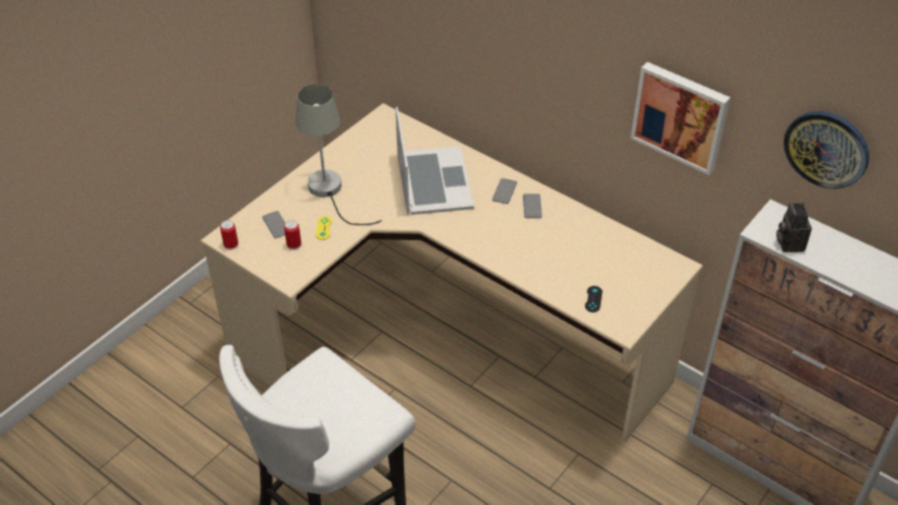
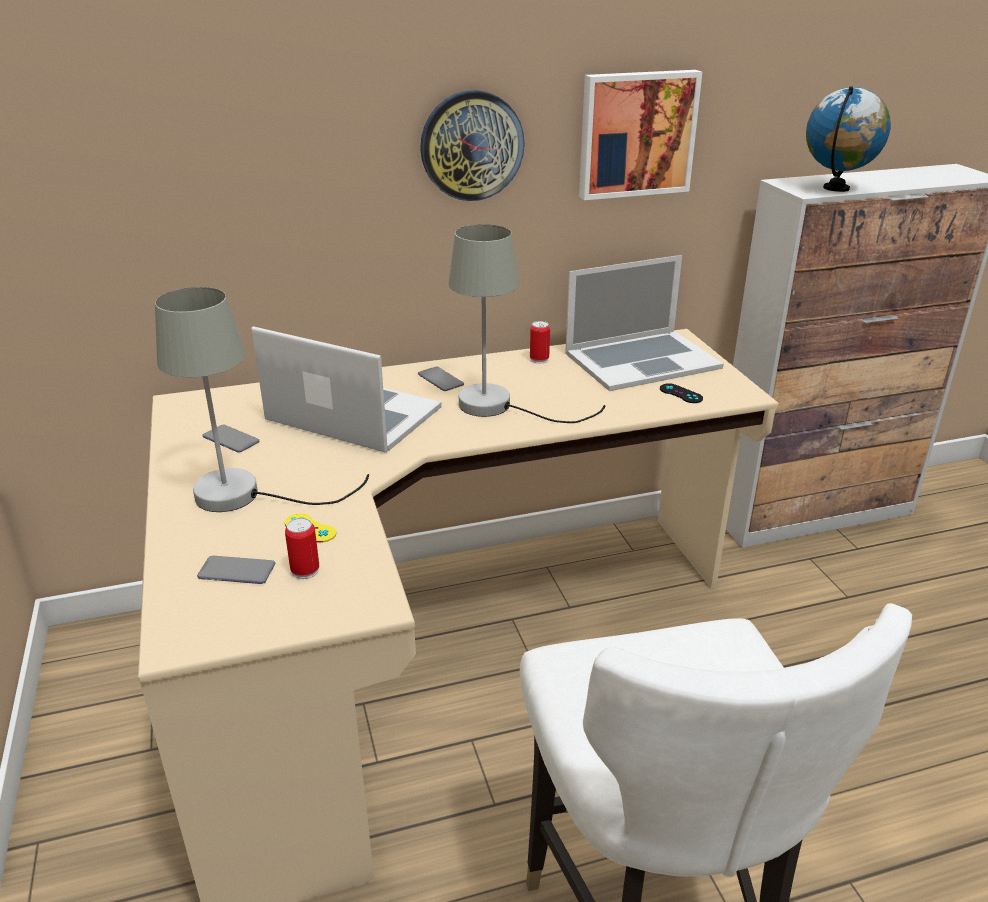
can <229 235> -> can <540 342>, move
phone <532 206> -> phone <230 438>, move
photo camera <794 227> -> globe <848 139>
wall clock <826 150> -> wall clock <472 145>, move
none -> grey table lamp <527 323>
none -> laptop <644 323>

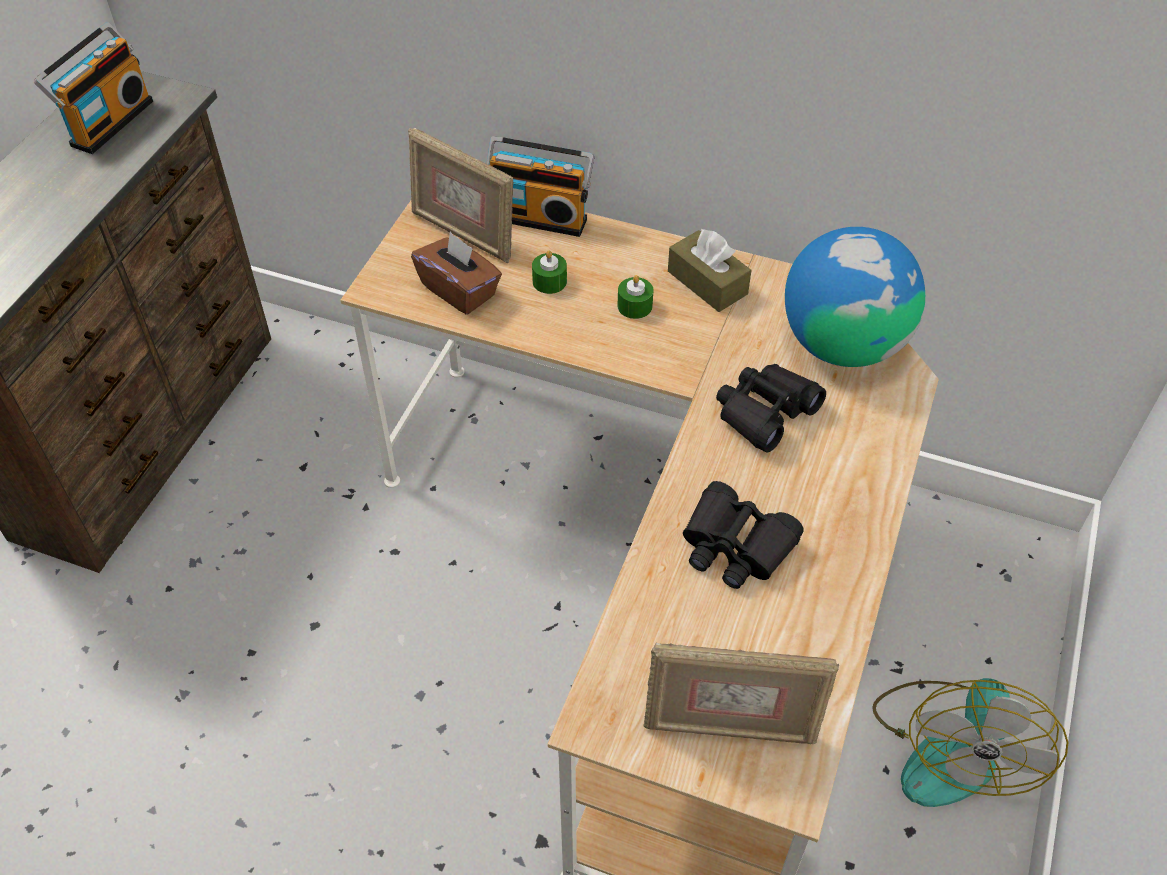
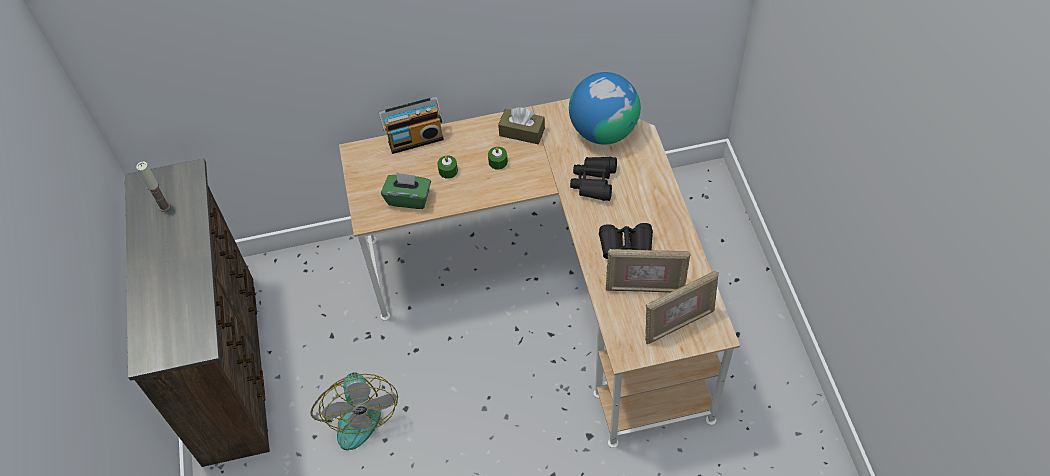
radio <93 88> -> candle <153 186>
picture frame <460 195> -> picture frame <647 271>, move
brown tissue box <456 273> -> green tissue box <406 190>
fan <970 742> -> fan <354 411>, move

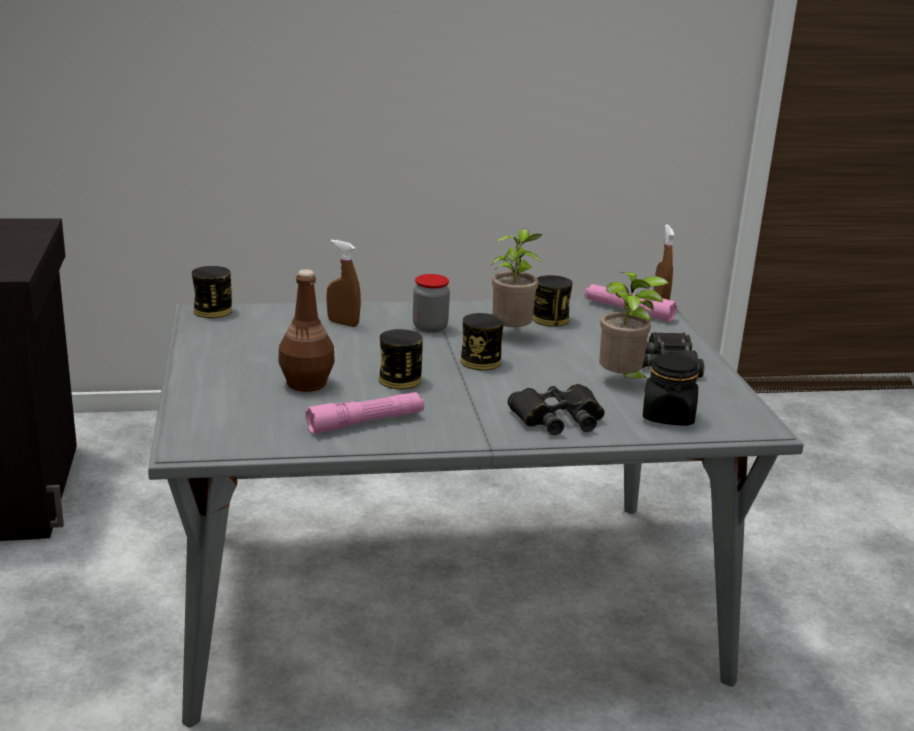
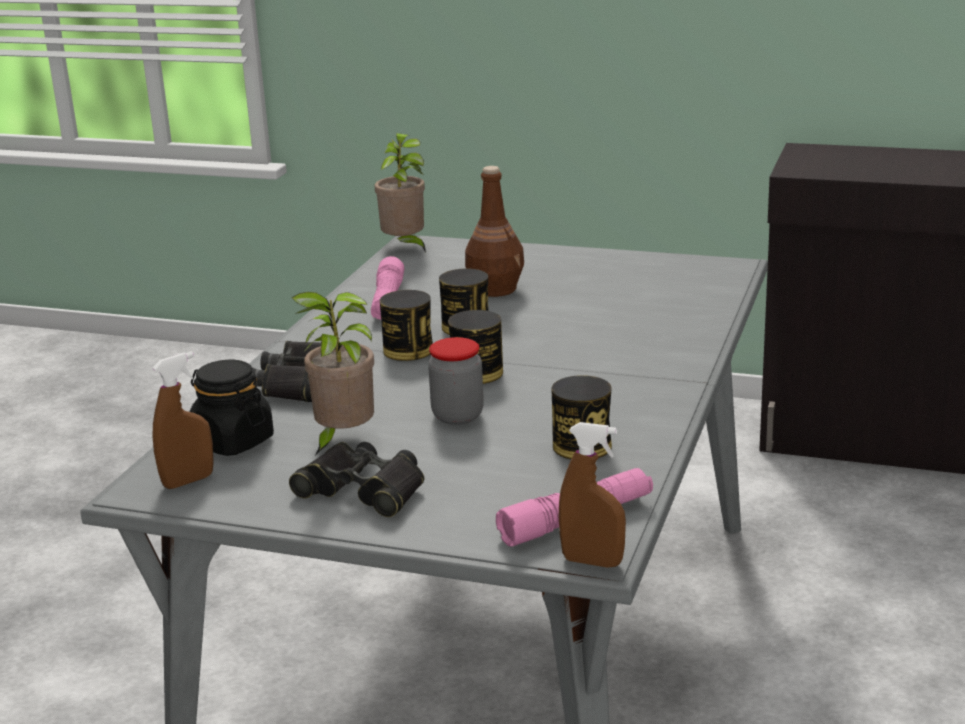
can <212 292> -> can <406 325>, move
brown spray bottle <344 283> -> brown spray bottle <183 420>, move
jar <431 303> -> jar <456 381>, move
potted plant <517 278> -> potted plant <400 193>, move

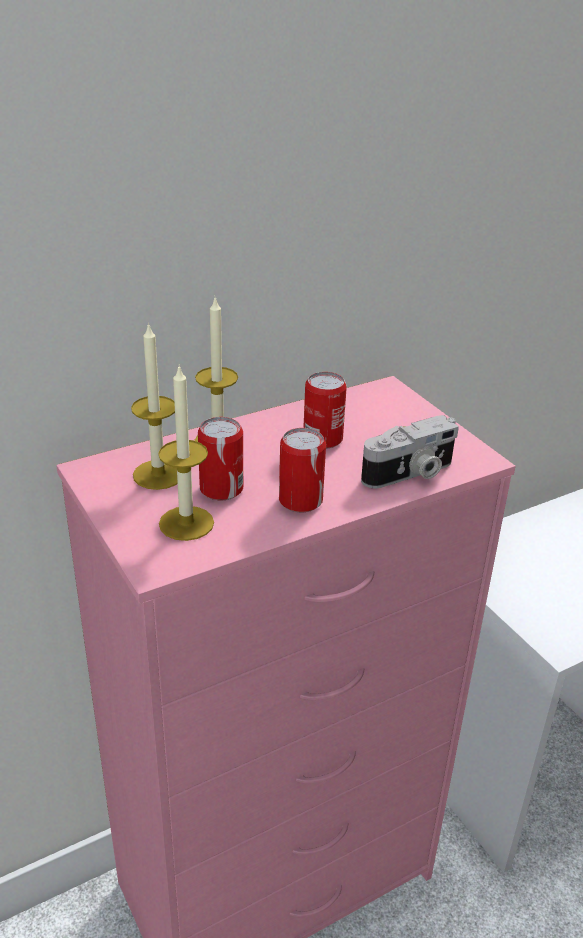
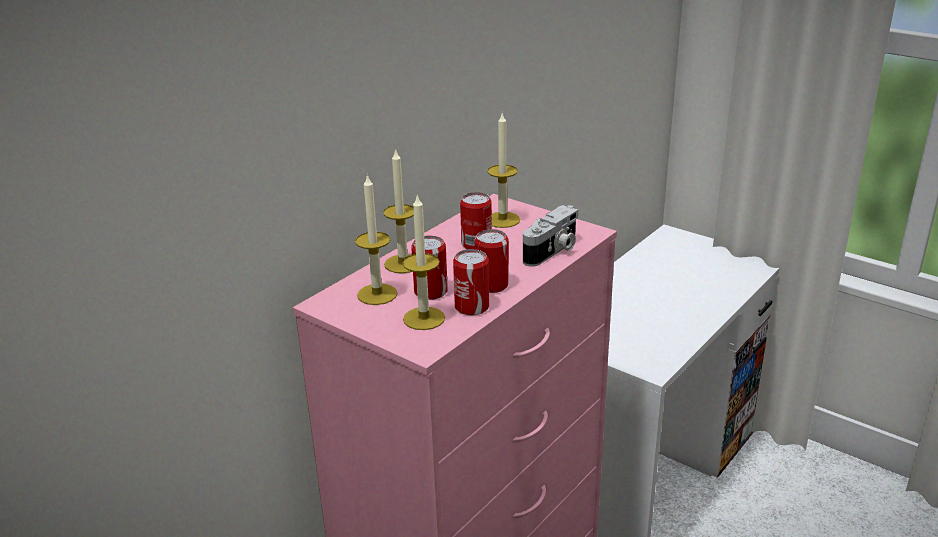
none -> can <471 282>
none -> candle <503 170>

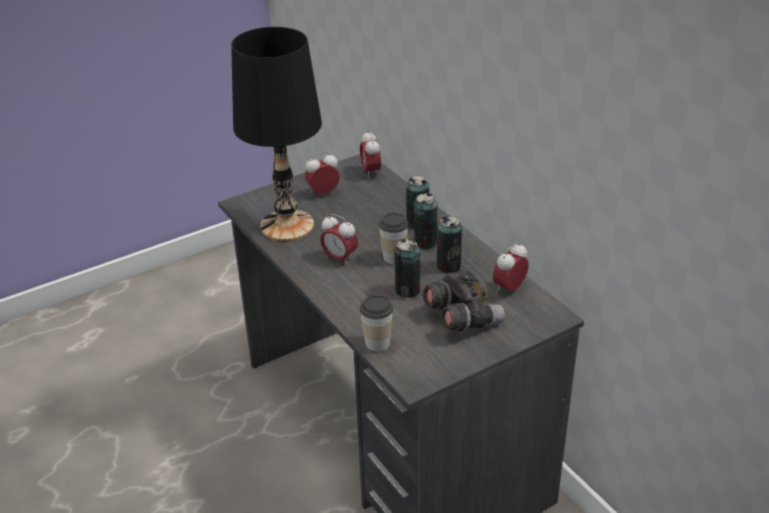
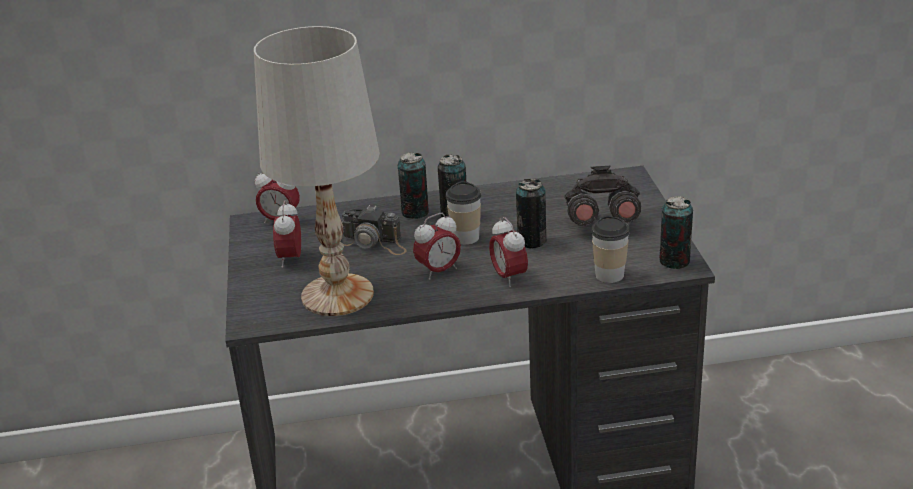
black table lamp <276 134> -> white table lamp <317 171>
can <449 244> -> can <676 232>, move
alarm clock <511 267> -> alarm clock <508 252>, move
none -> photo camera <374 230>

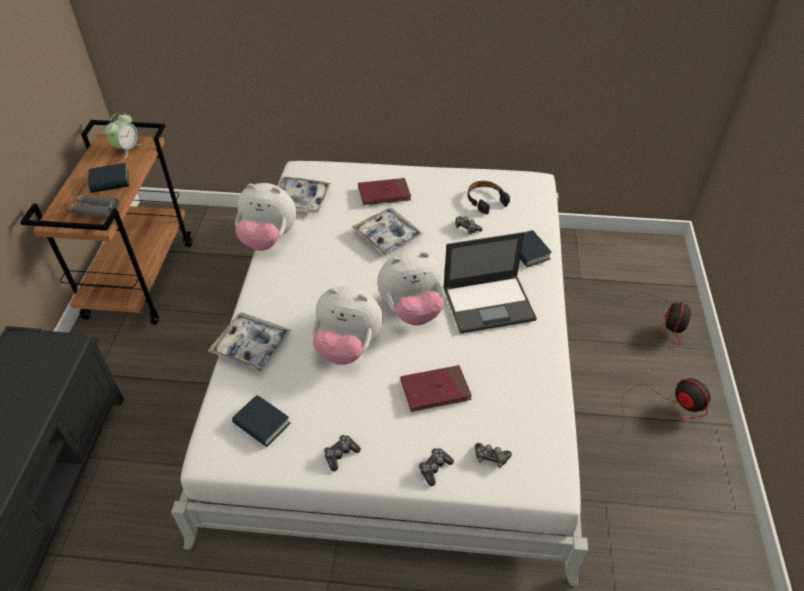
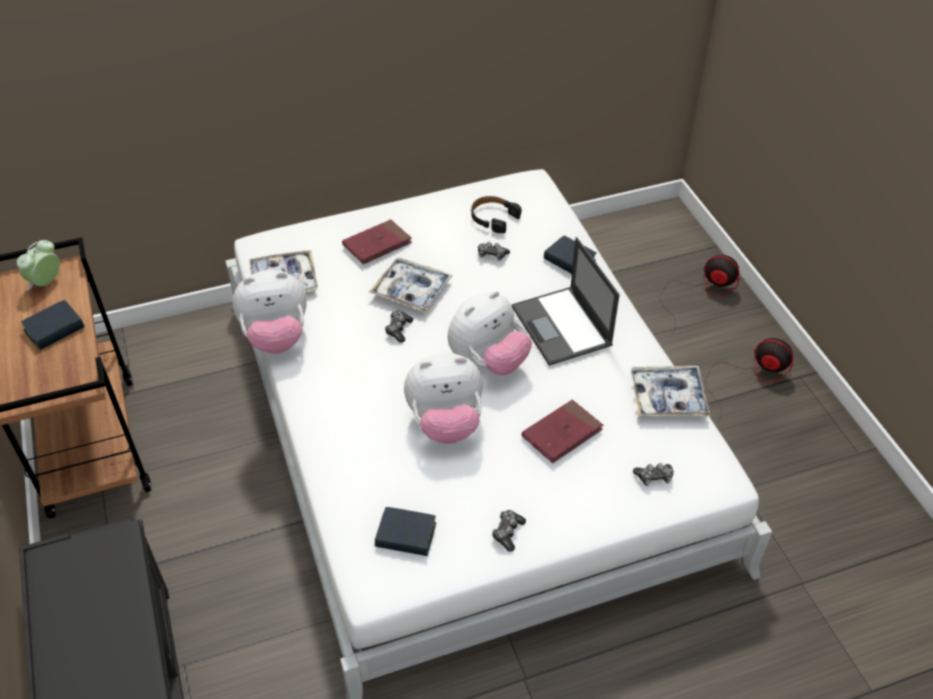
grey binoculars <93 207> -> none
alarm clock <123 135> -> alarm clock <38 265>, 150 degrees counterclockwise
tray <250 342> -> tray <670 391>, move
game controller <436 467> -> game controller <399 327>, move
laptop <490 283> -> laptop <566 301>, 105 degrees clockwise
fan <647 319> -> fan <700 293>, 60 degrees counterclockwise

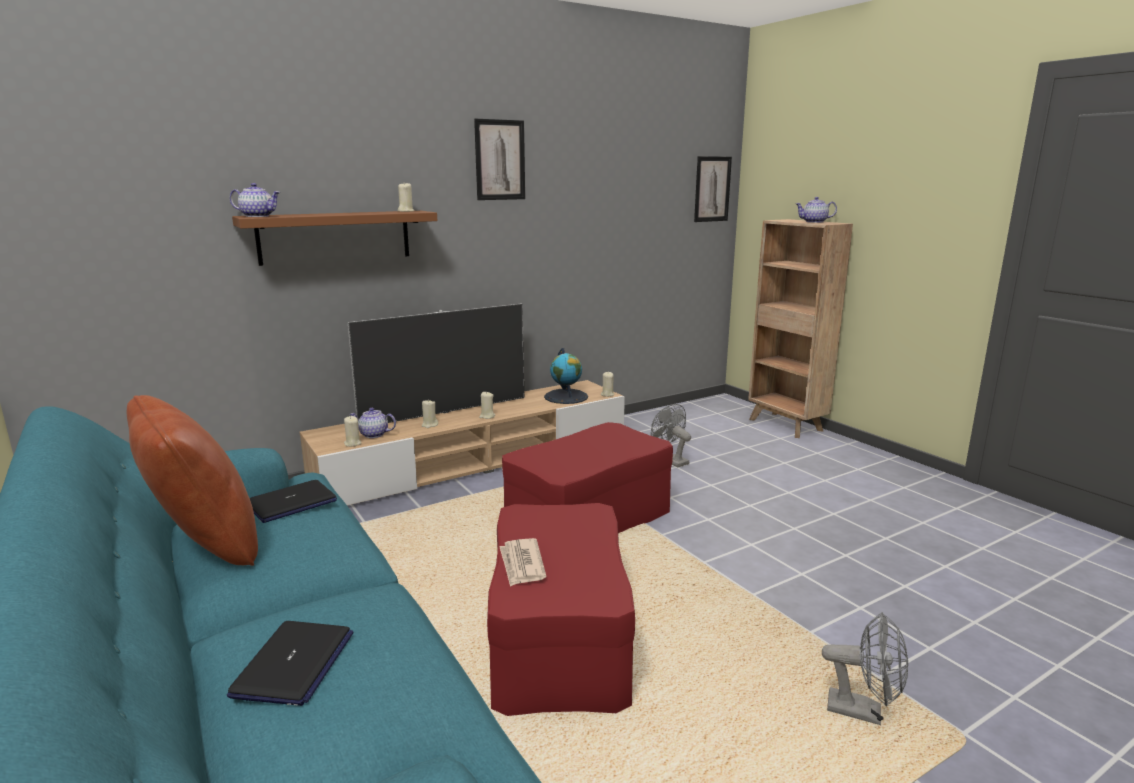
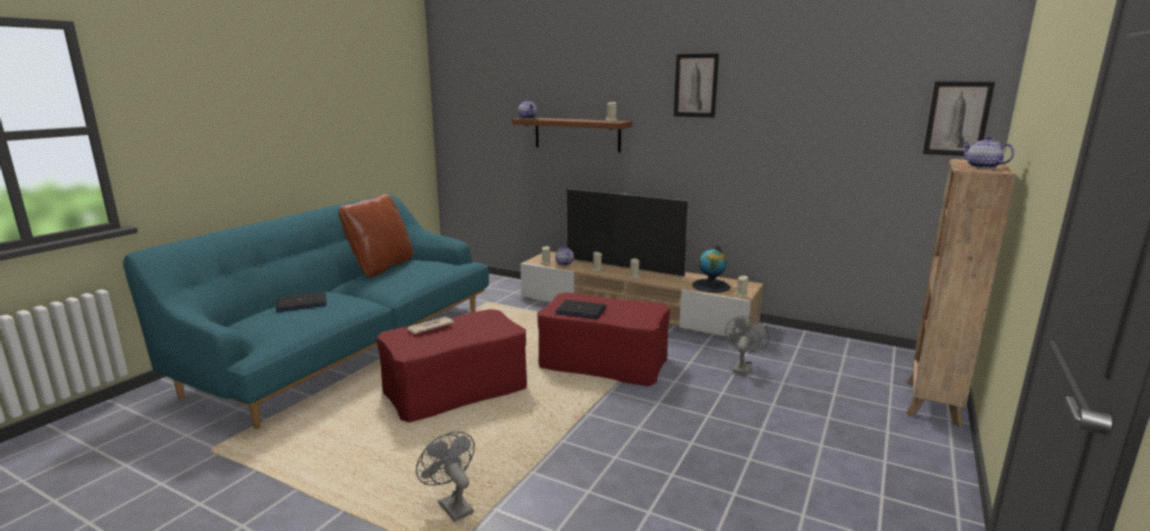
laptop <293 501> -> laptop <580 309>, move
grey fan <865 668> -> grey fan <445 476>, 150 degrees clockwise

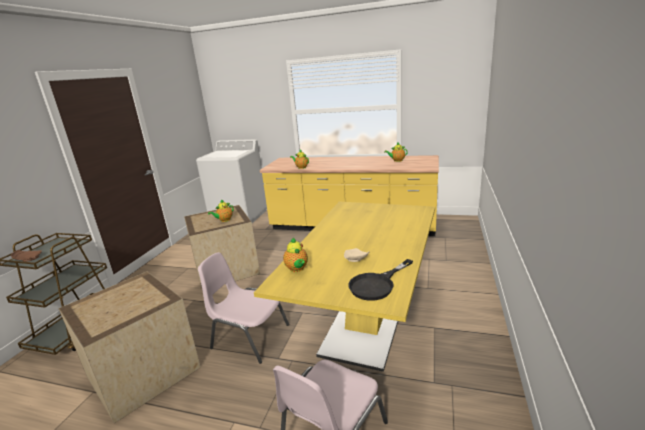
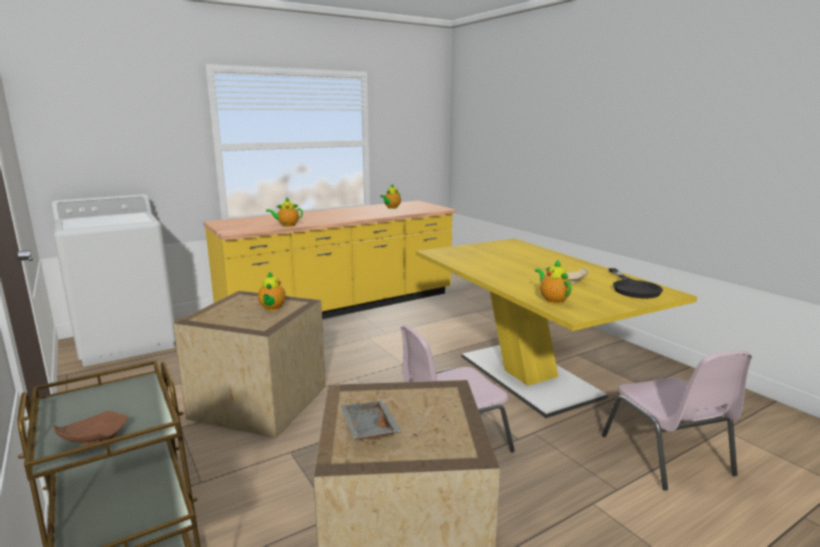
teapot <295 255> -> teapot <553 281>, 135 degrees counterclockwise
none -> grey tray <371 419>

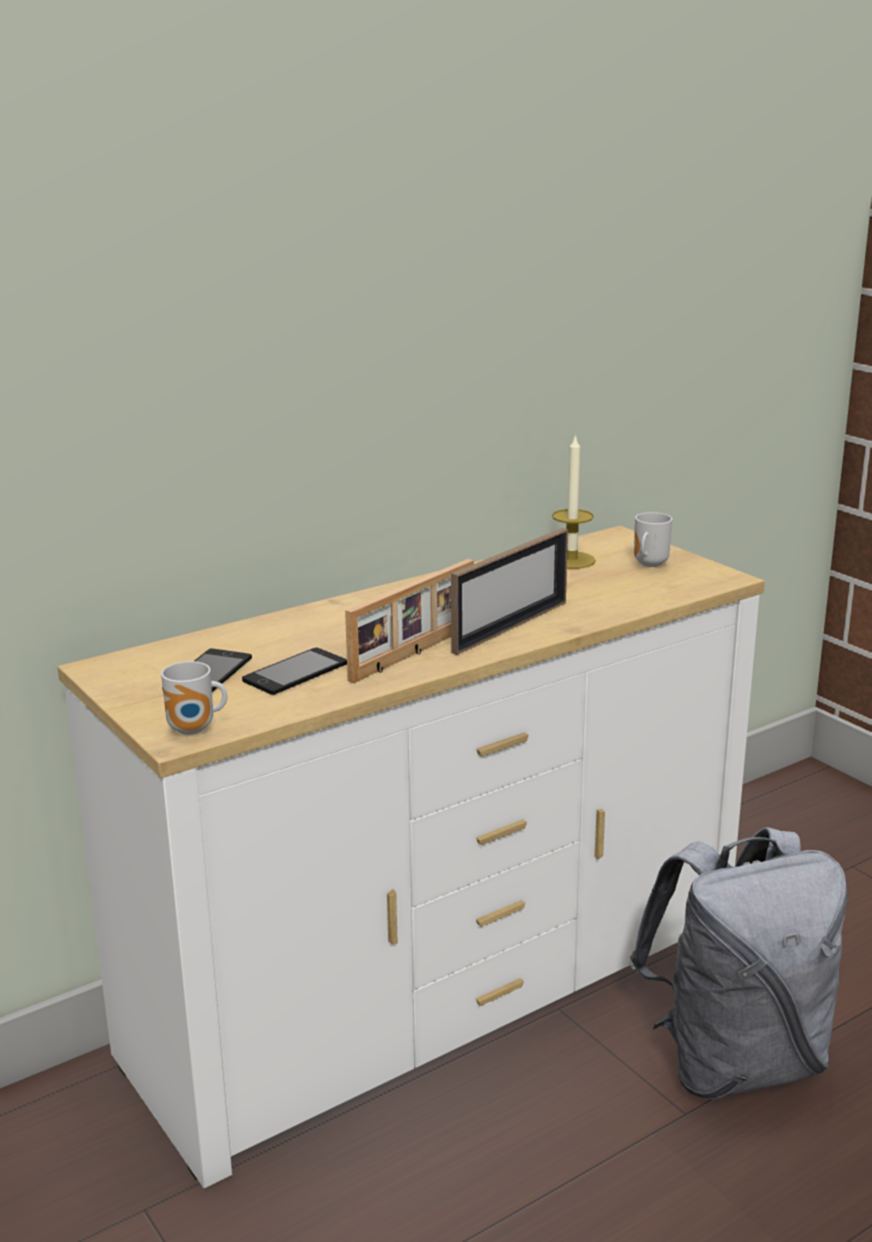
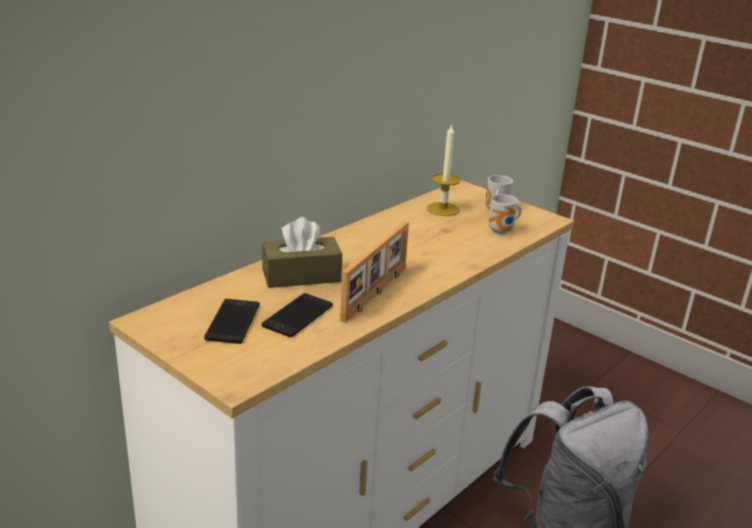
mug <194 698> -> mug <505 214>, move
picture frame <509 591> -> none
none -> brown tissue box <302 252>

